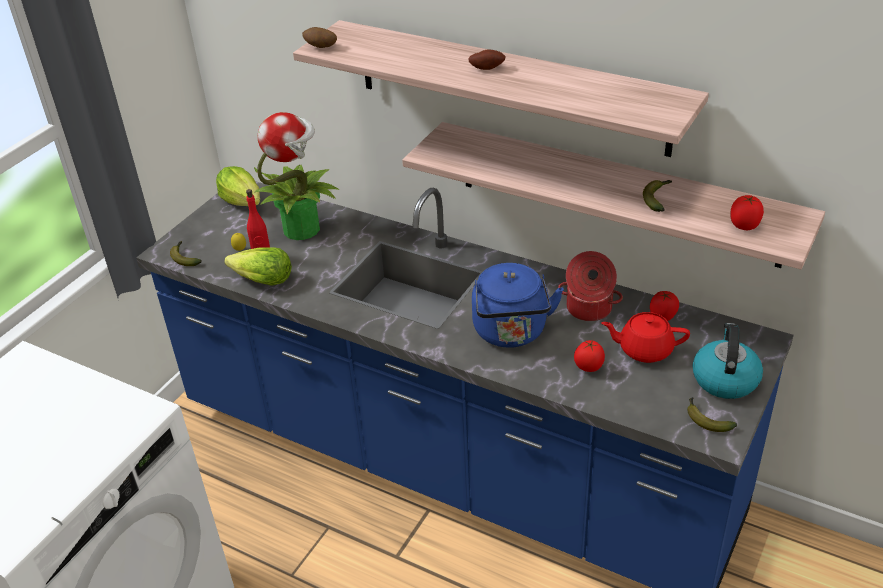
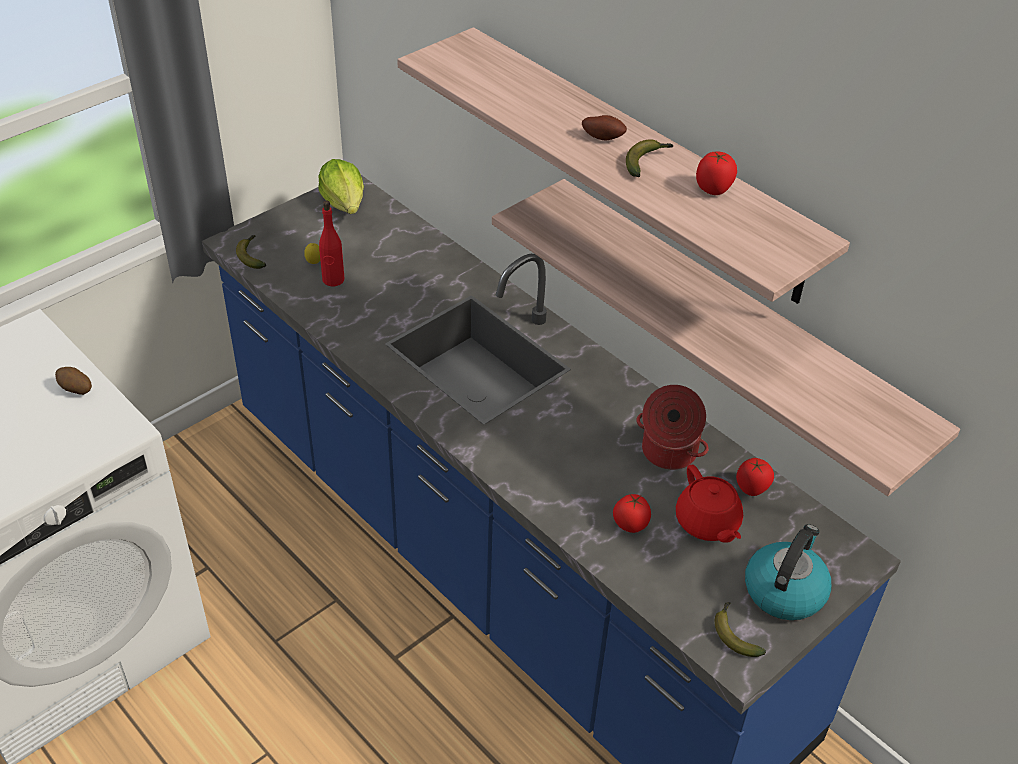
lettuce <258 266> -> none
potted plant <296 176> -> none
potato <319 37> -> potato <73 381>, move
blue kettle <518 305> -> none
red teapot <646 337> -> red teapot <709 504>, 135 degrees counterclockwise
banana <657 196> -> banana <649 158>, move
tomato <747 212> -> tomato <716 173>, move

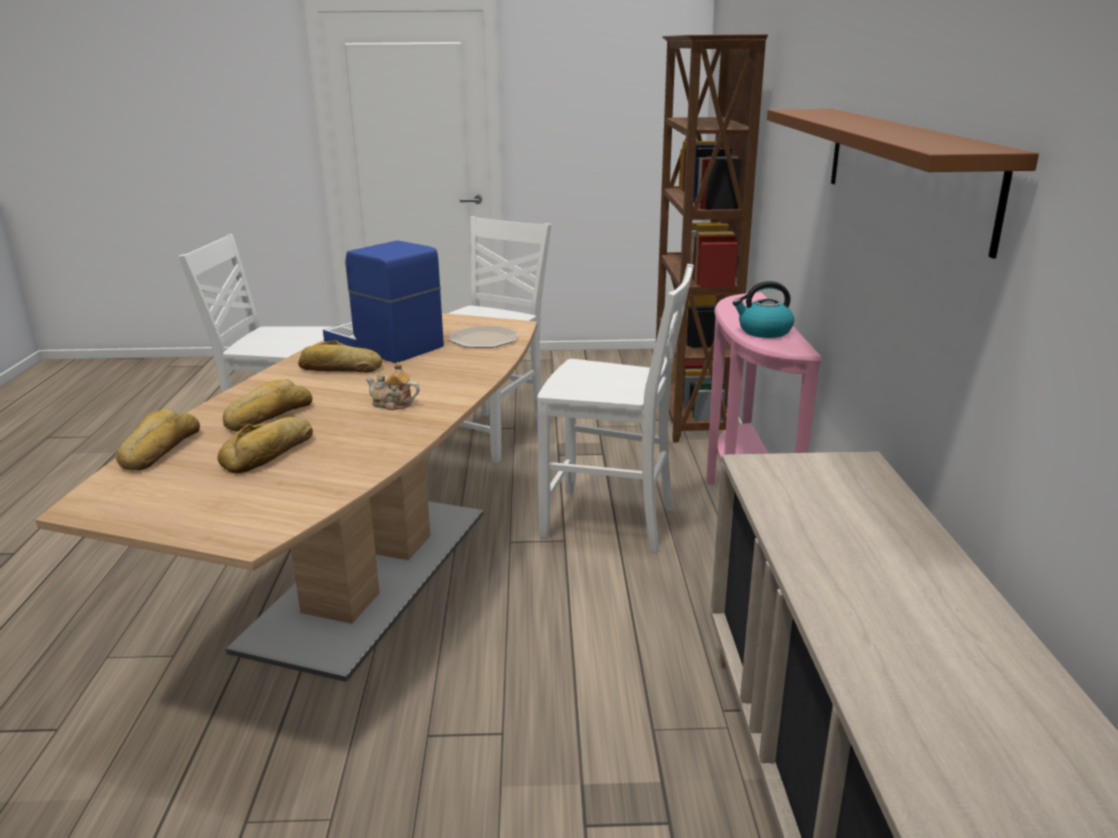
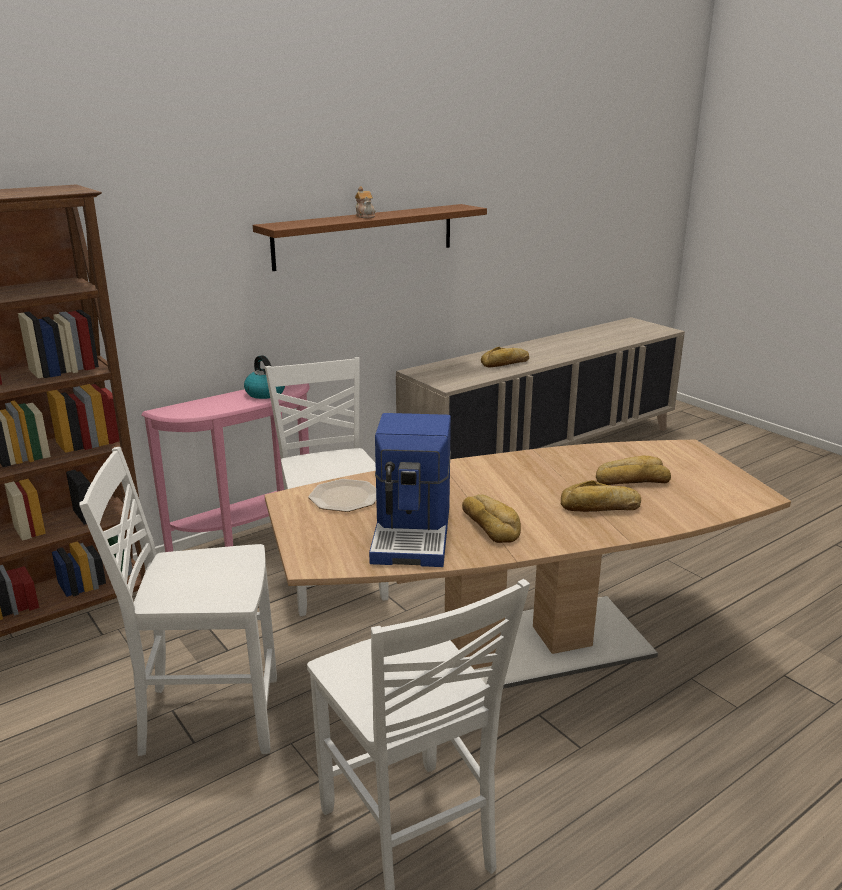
bread <158 440> -> bread <505 357>, move
teapot <393 386> -> teapot <365 202>, move

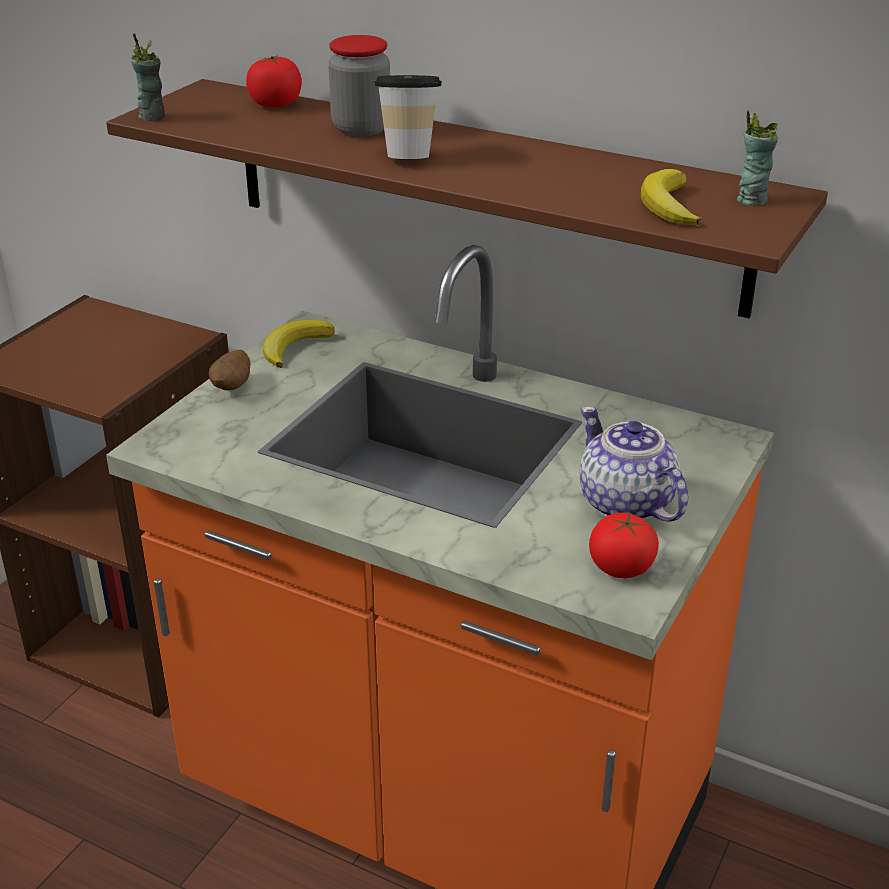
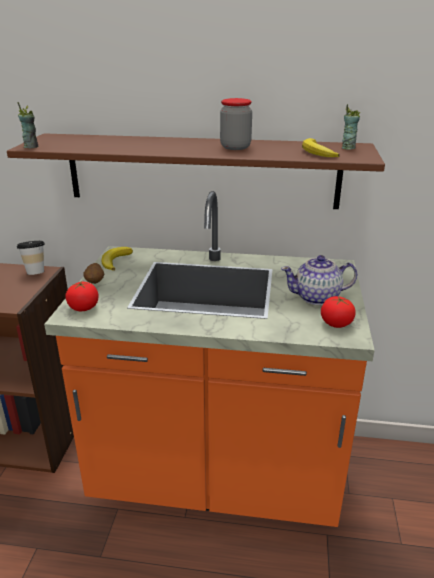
tomato <274 81> -> tomato <81 296>, move
jar <359 86> -> jar <236 124>, move
cup <408 117> -> cup <31 258>, move
teapot <633 464> -> teapot <319 280>, 45 degrees counterclockwise

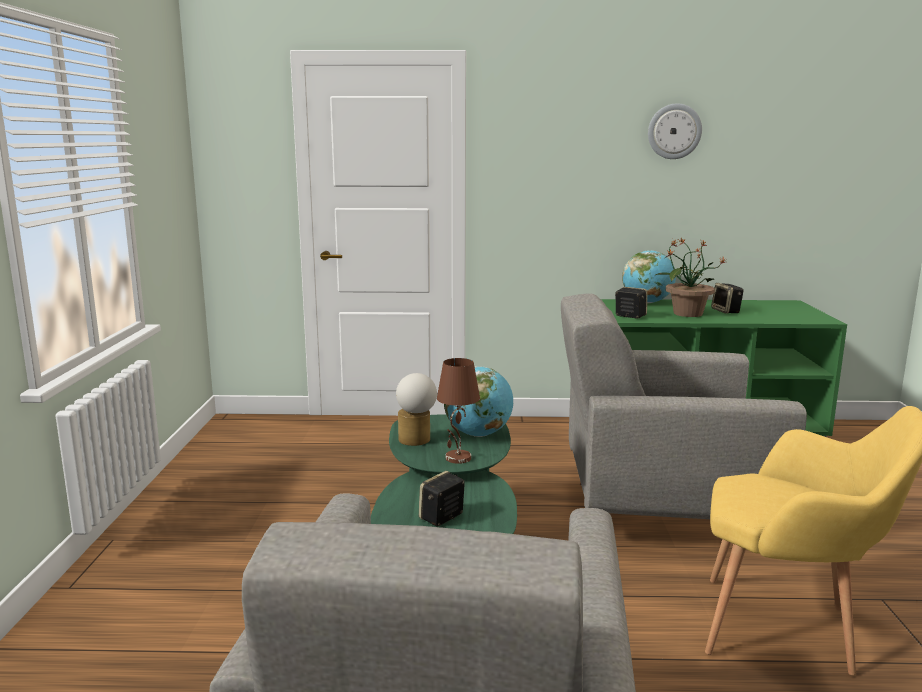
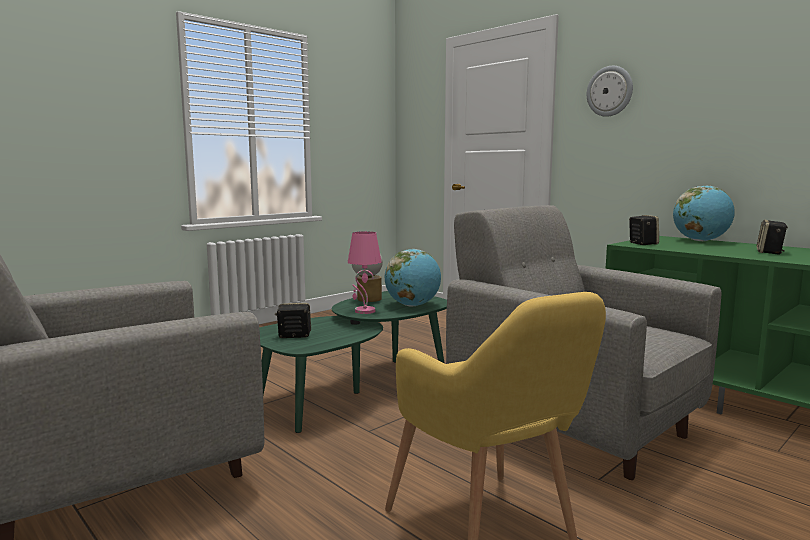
brown table lamp <458 411> -> pink table lamp <365 272>
wall clock <675 131> -> wall clock <610 91>, move
potted plant <690 277> -> none

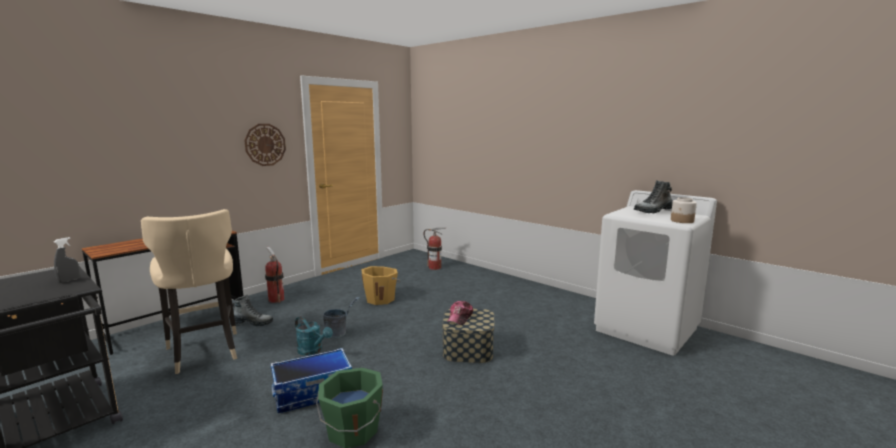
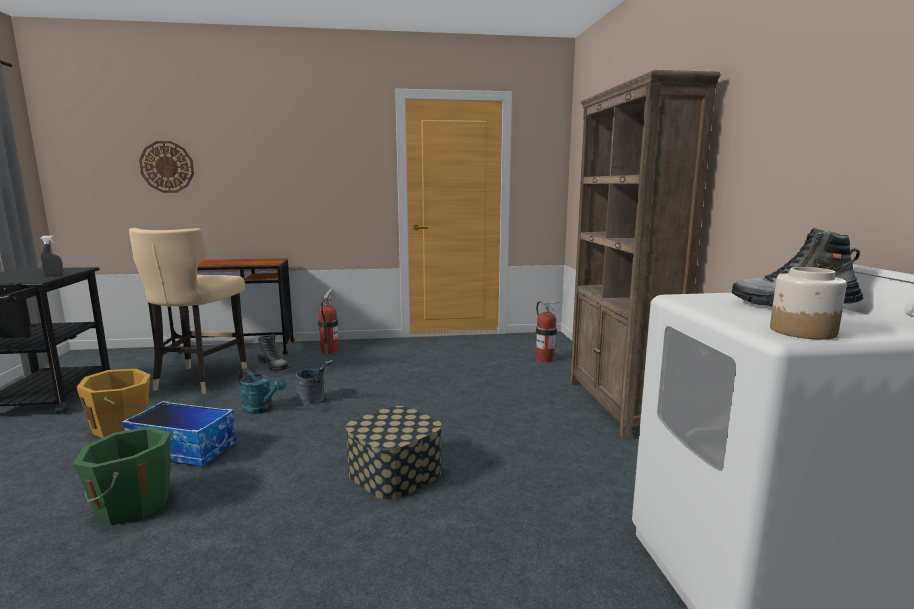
wall clock <265 145> -> wall clock <166 167>, move
turquoise watering can <314 336> -> turquoise watering can <262 391>, 45 degrees counterclockwise
orange bucket <380 285> -> orange bucket <113 403>, move
cap <460 313> -> none
none -> brown bookcase <645 255>

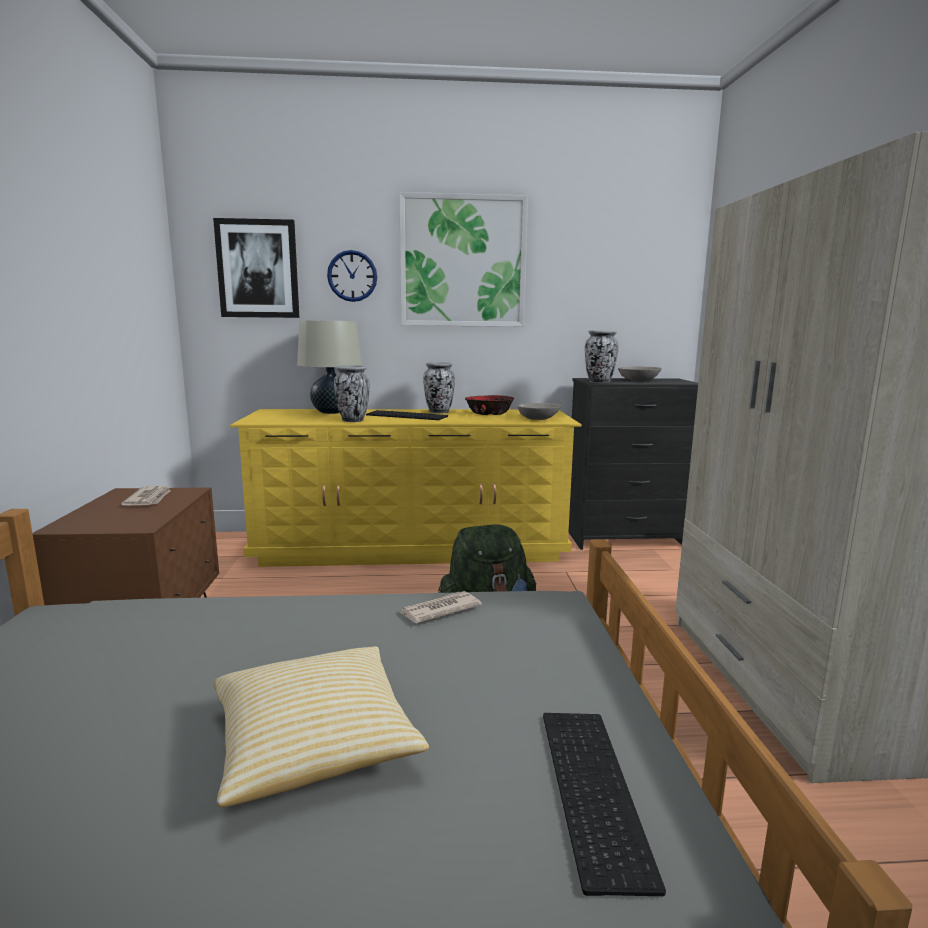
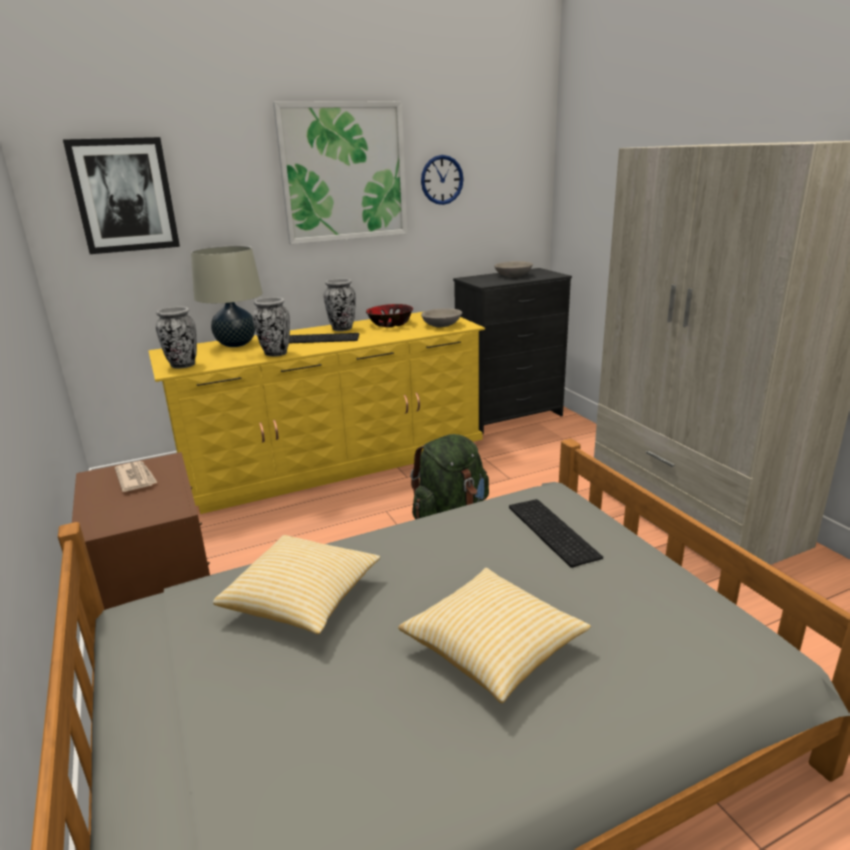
wall clock <352 276> -> wall clock <442 180>, move
newspaper <441 607> -> none
keyboard <604 804> -> keyboard <556 533>, move
vase <602 356> -> vase <176 337>, move
none -> pillow <296 584>

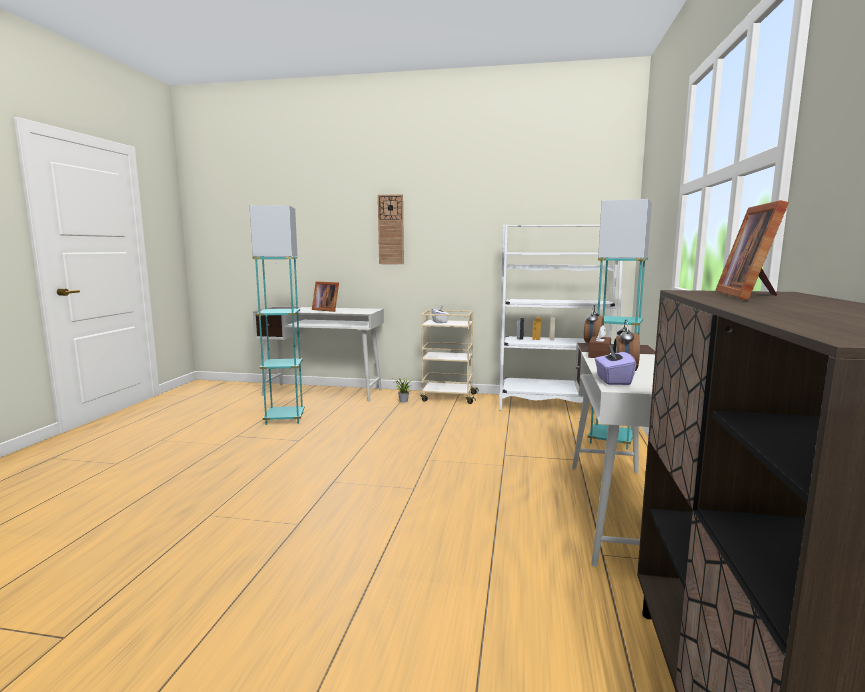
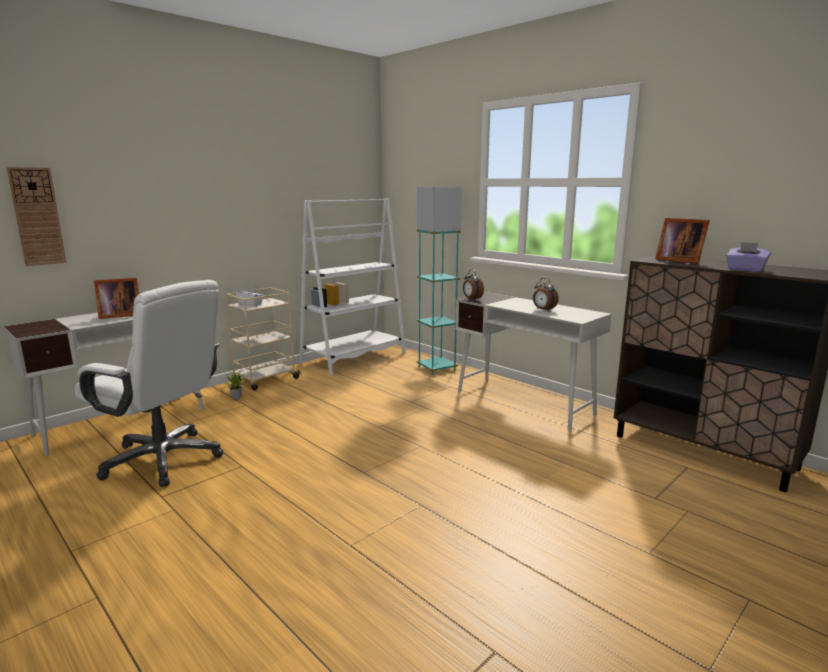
turquoise floor lamp <277 315> -> white office chair <149 383>
wall clock <391 229> -> wall clock <36 216>, move
brown tissue box <599 341> -> none
purple tissue box <615 364> -> purple tissue box <748 257>, move

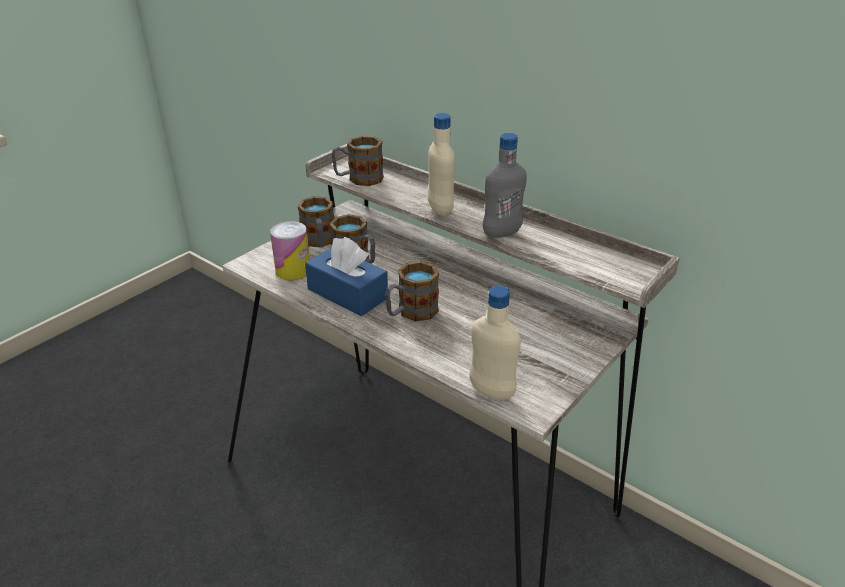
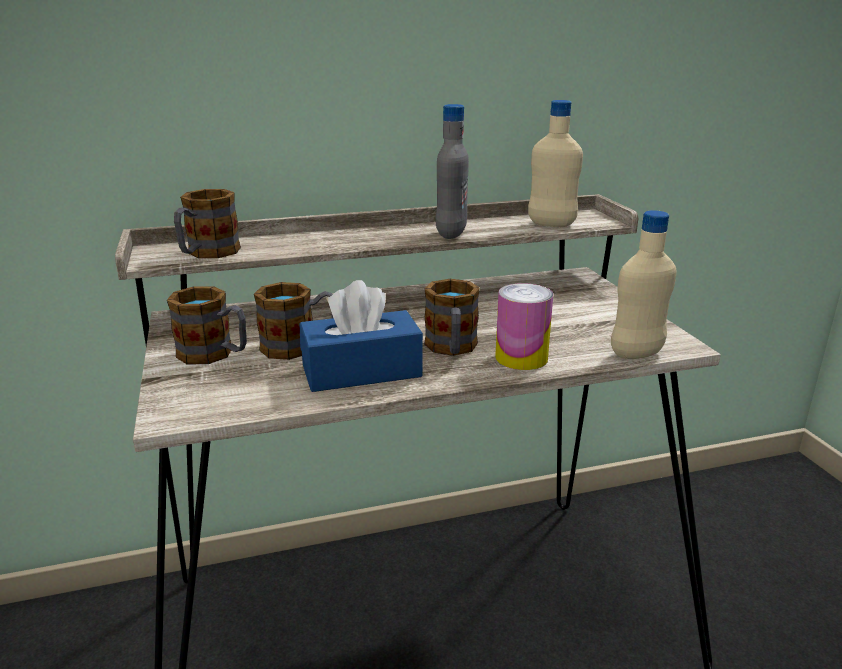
can <290 250> -> can <524 326>, move
beige bottle <441 164> -> beige bottle <555 163>, move

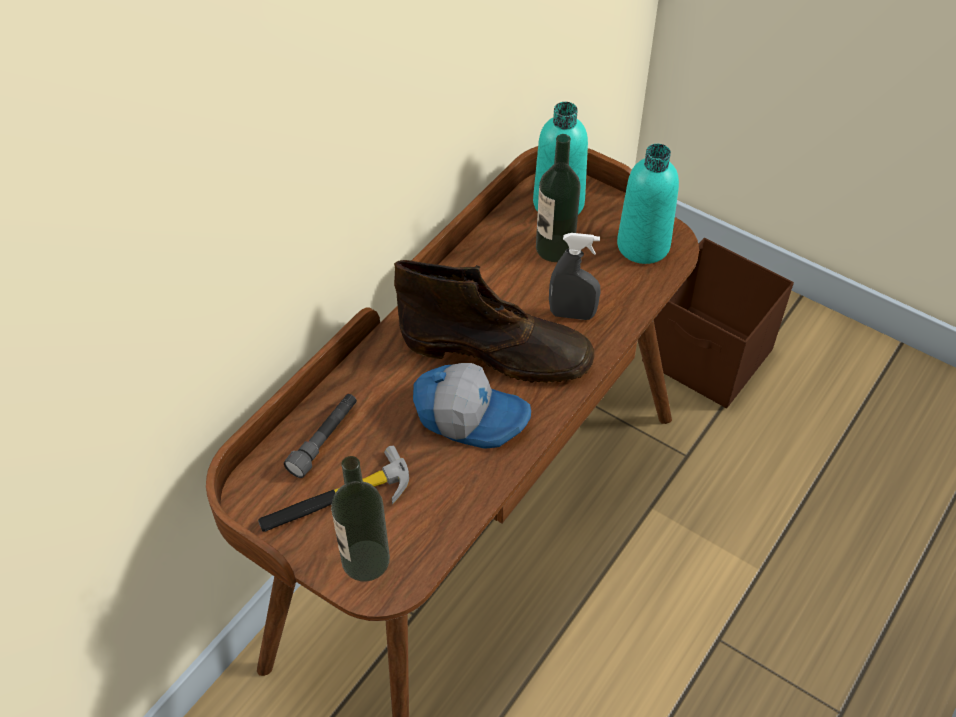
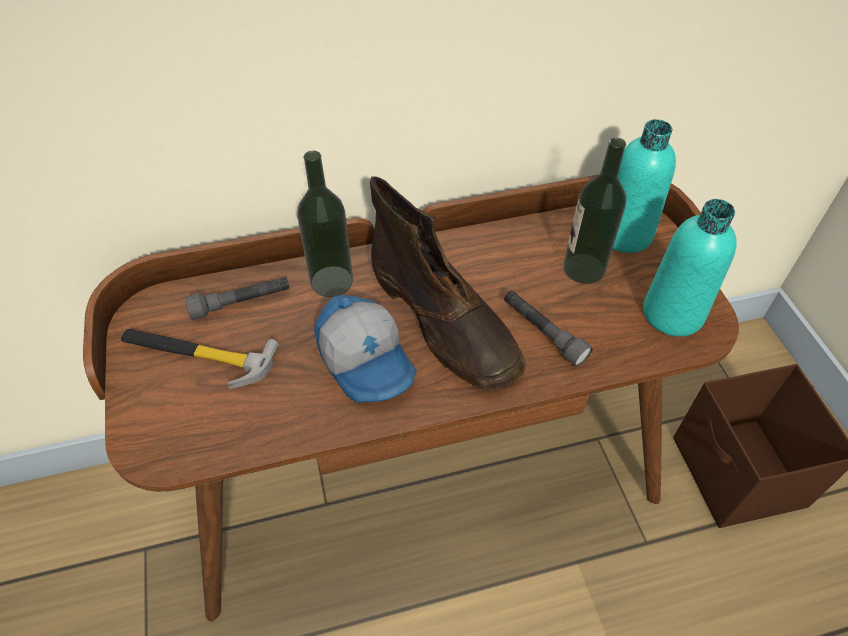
bottle <360 519> -> bottle <325 224>, move
grey spray bottle <574 276> -> grey flashlight <548 328>

